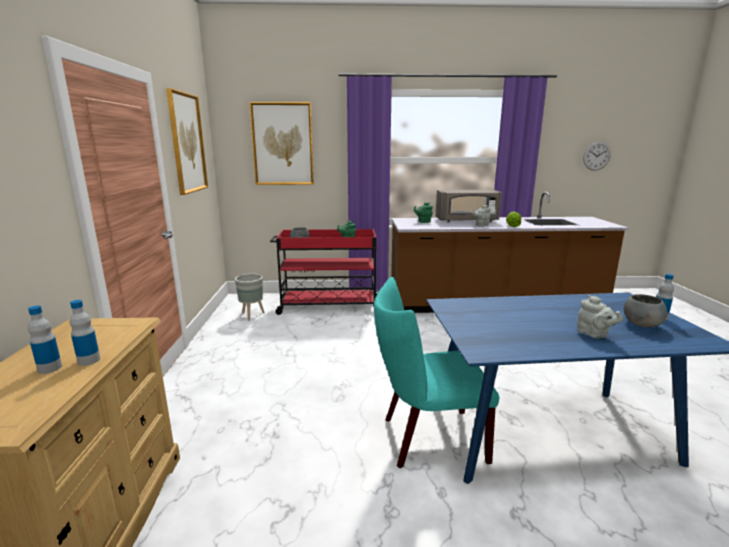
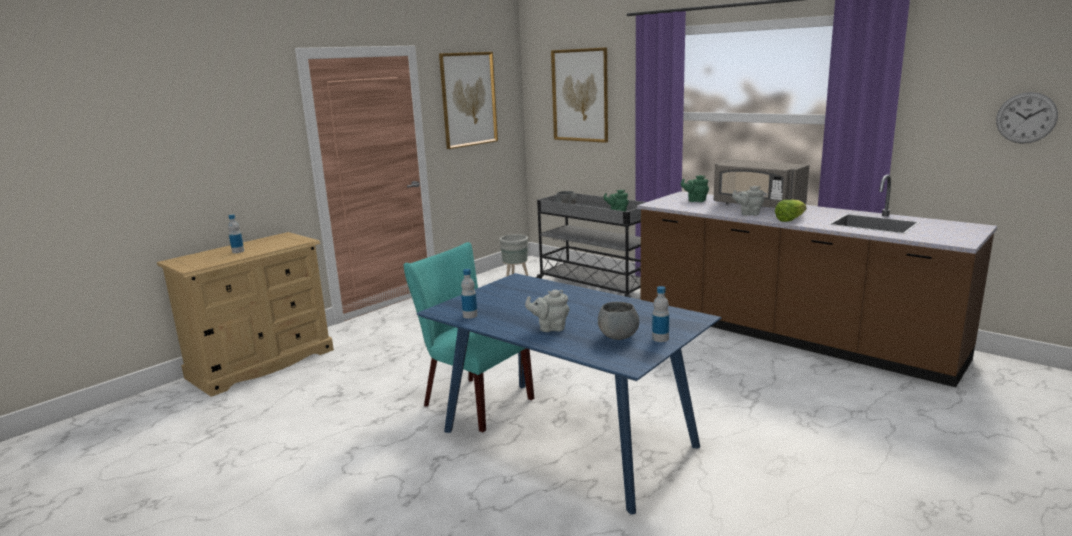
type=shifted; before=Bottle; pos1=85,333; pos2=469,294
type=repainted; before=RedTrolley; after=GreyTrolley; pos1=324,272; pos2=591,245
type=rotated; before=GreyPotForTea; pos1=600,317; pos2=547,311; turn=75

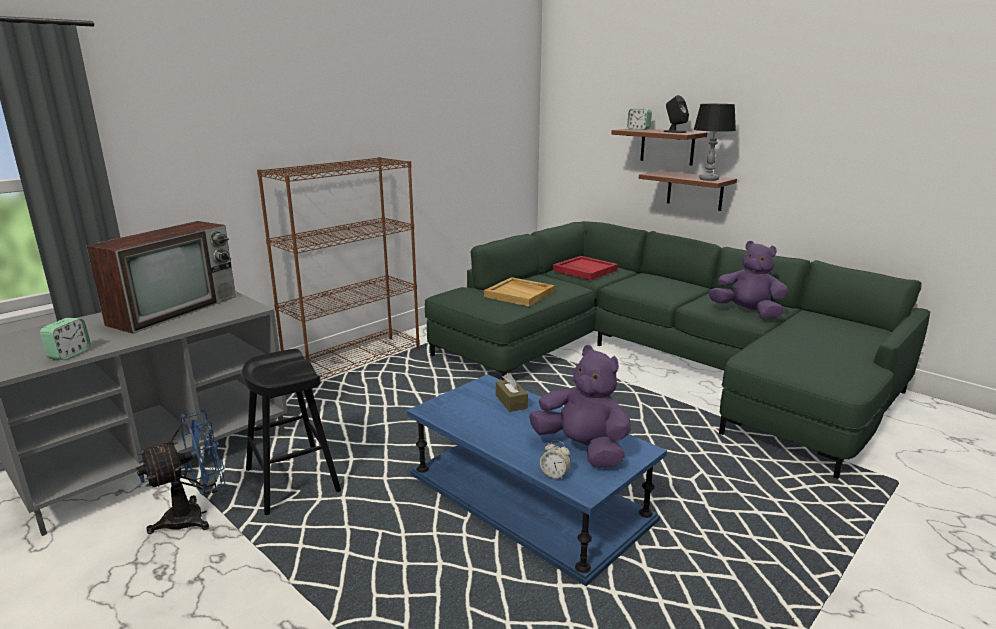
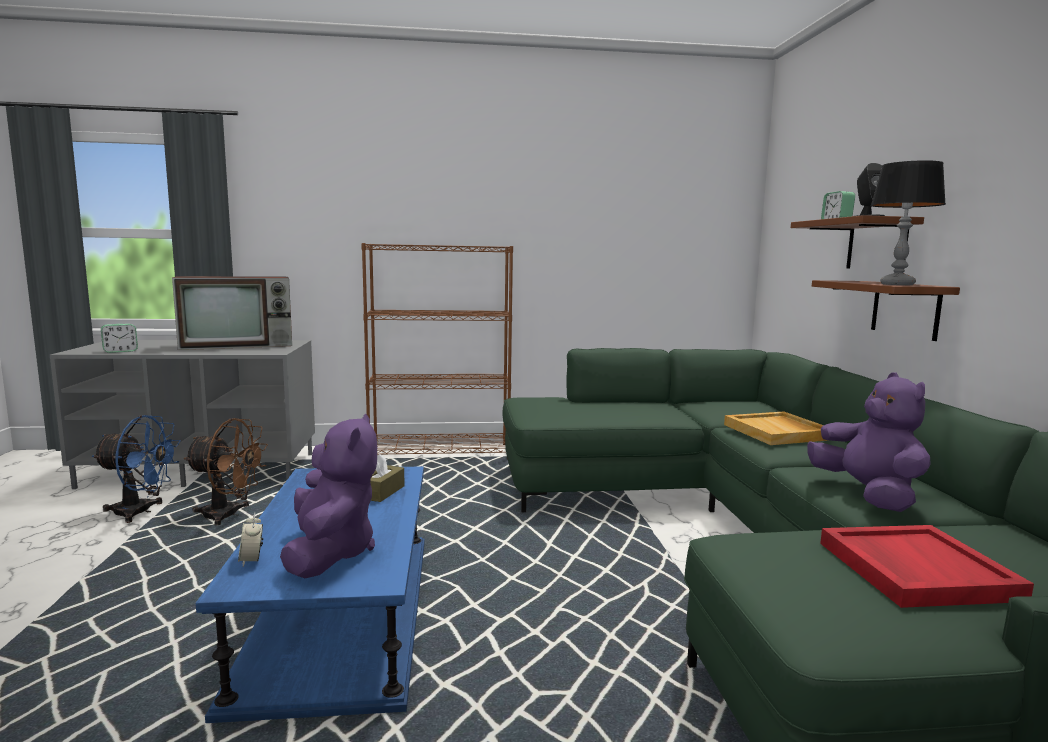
type=shifted; before=SandColouredServingTray; pos1=519,291; pos2=776,428
type=shifted; before=RedServingTray; pos1=585,268; pos2=927,566
type=swapped; before=BlackStool; after=BrownColouredFan; pos1=291,432; pos2=225,471

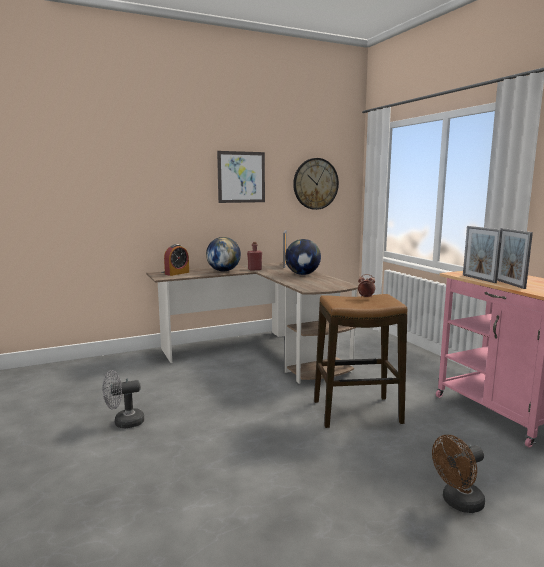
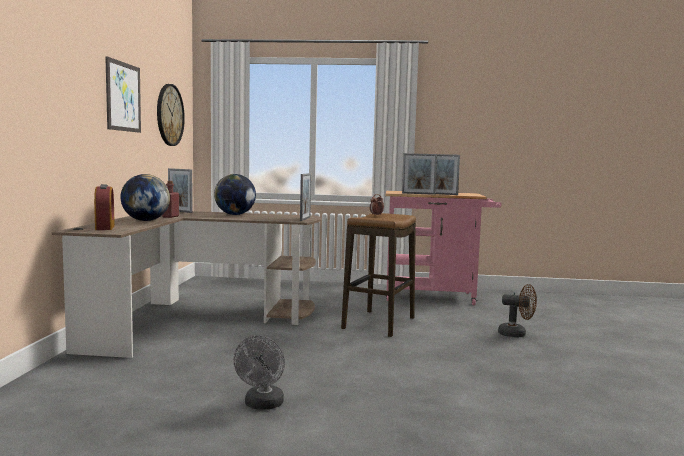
type=new; after=PhotoFrame; pos2=305,197
type=rotated; before=BrownColouredFan; pos1=458,474; pos2=517,310; turn=-75

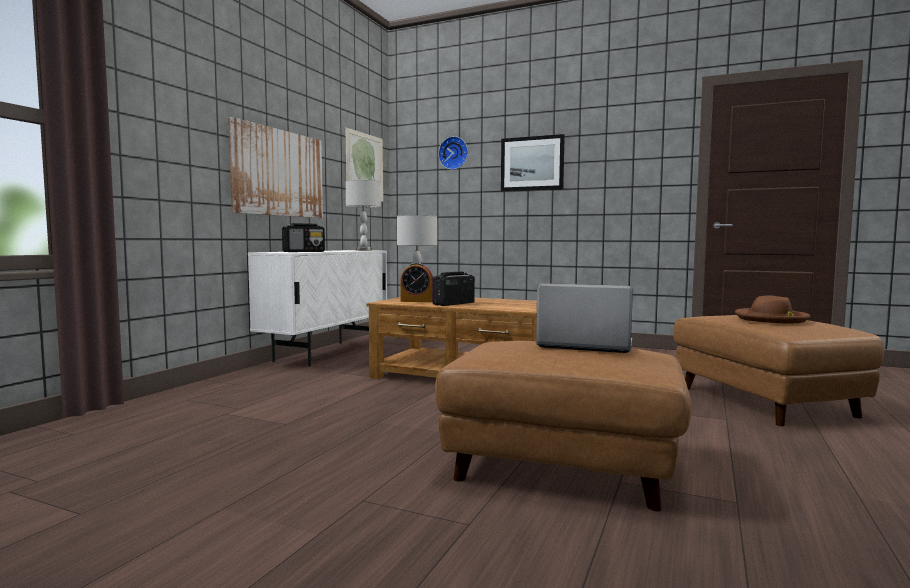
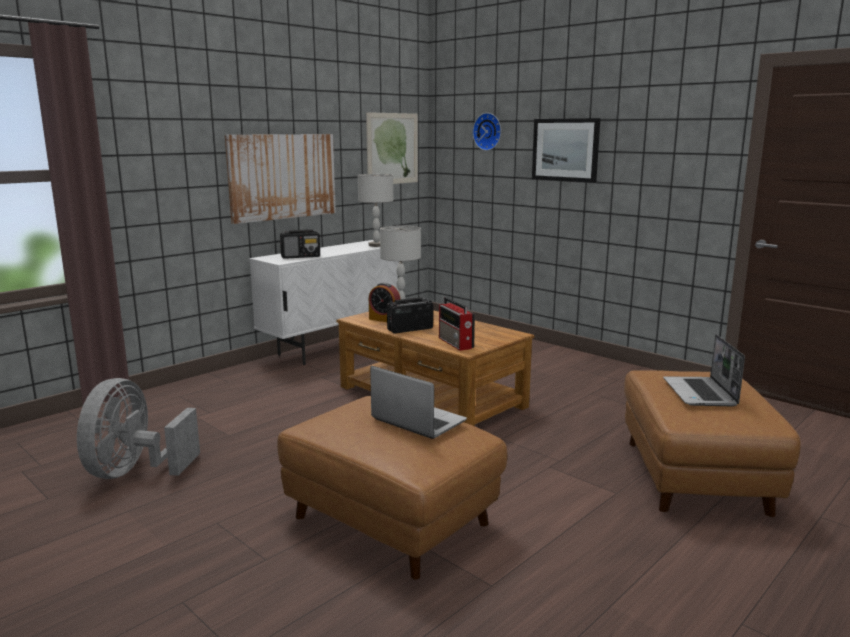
type=new; after=GreyFan; pos2=138,428
type=new; after=RadioSet; pos2=457,324
type=swapped; before=BrownColouredClothingHat; after=PortableComputer; pos1=772,309; pos2=704,370

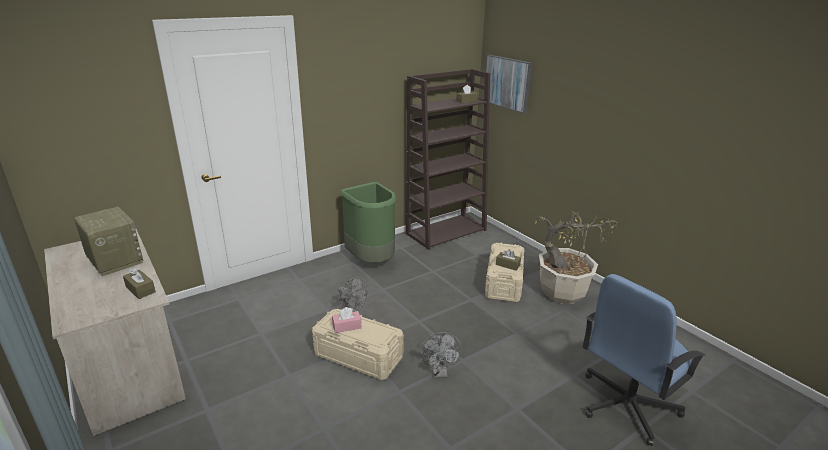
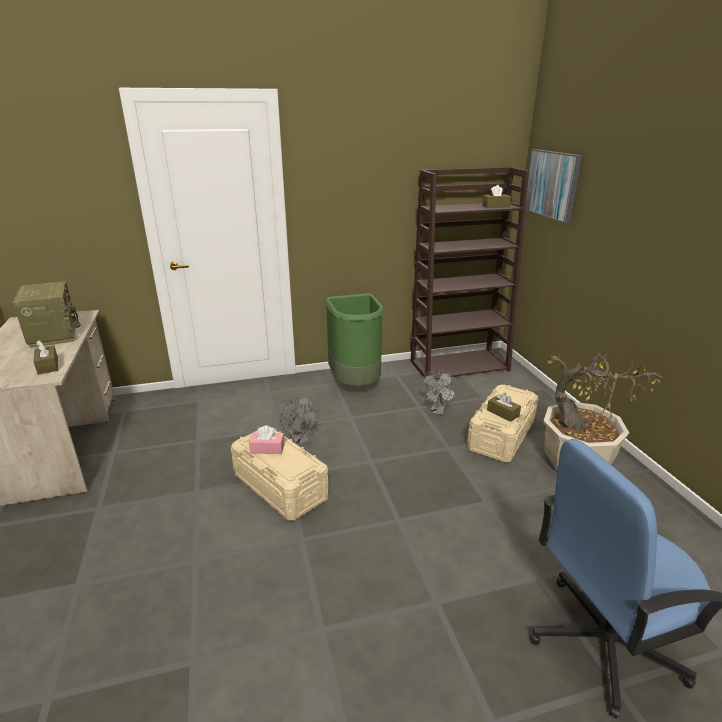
type=shifted; before=GreyFan; pos1=441,354; pos2=439,392

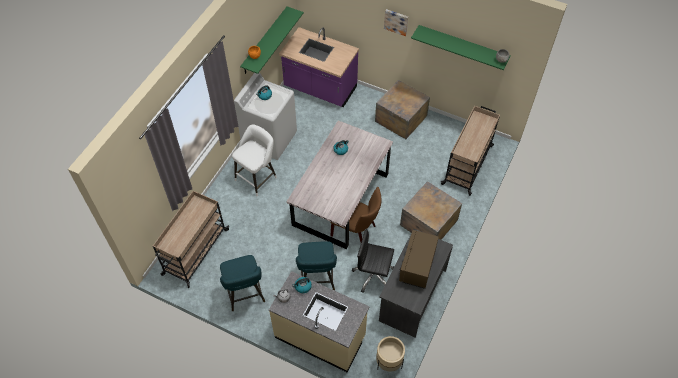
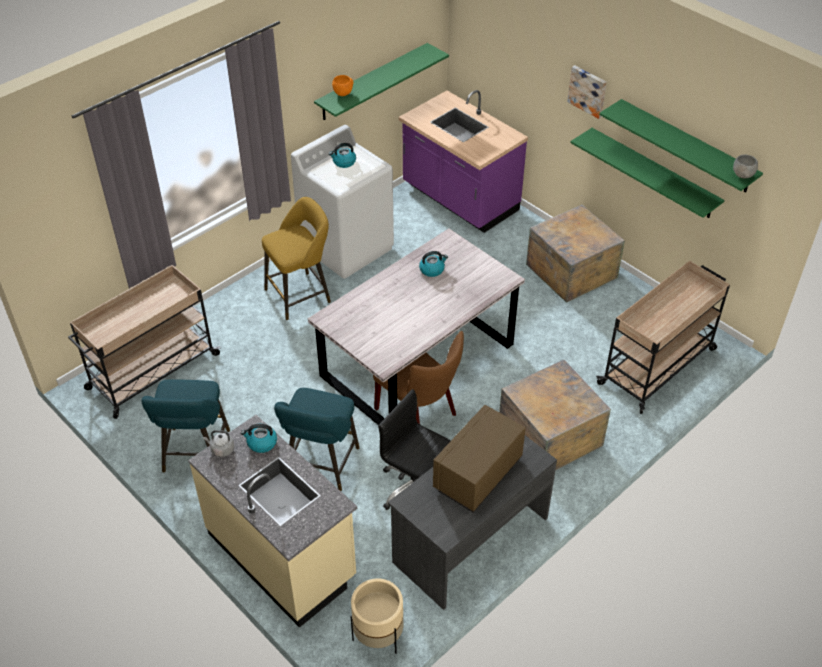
type=new; after=GreenShelf; pos2=647,173
type=repainted; before=WhiteColouredStool; after=YellowStool; pos1=254,160; pos2=296,258

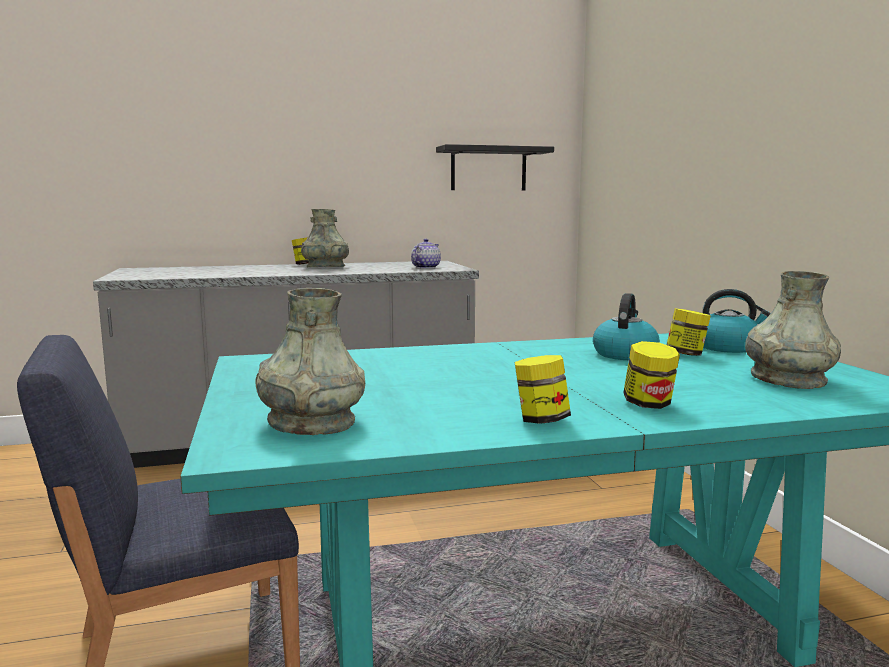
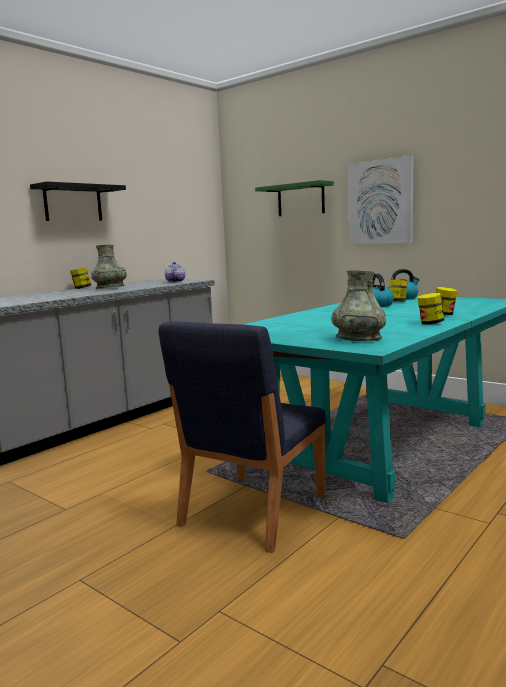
type=gone; before=GreyDecorativeVase; pos1=793,330
type=new; after=GreenShelf; pos2=294,198
type=new; after=WallPicture; pos2=380,200
type=shifted; before=BlackShelf; pos1=495,167; pos2=78,201

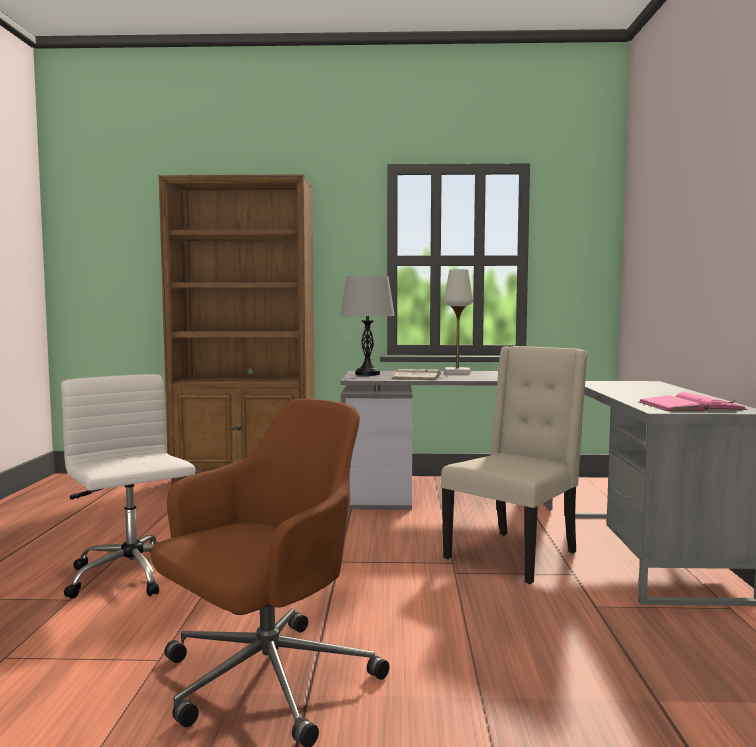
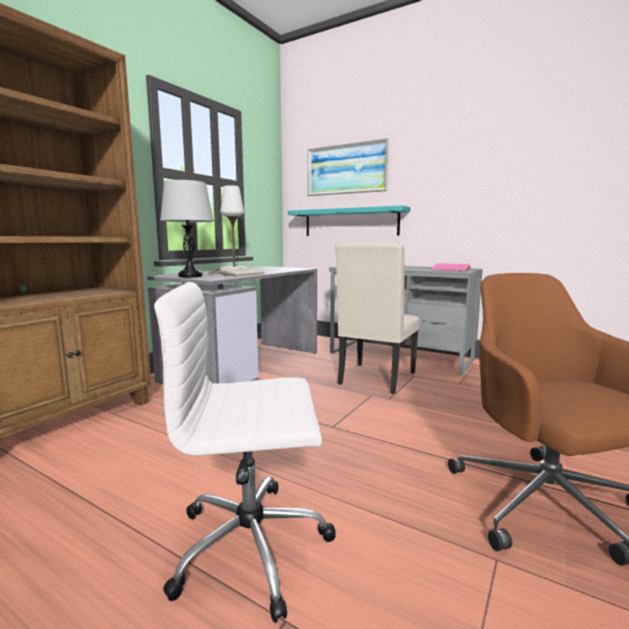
type=new; after=BlueGreenShelf; pos2=349,220
type=new; after=WallPicture; pos2=348,167
type=rotated; before=SandColouredUprightChair; pos1=514,465; pos2=377,318; turn=-135

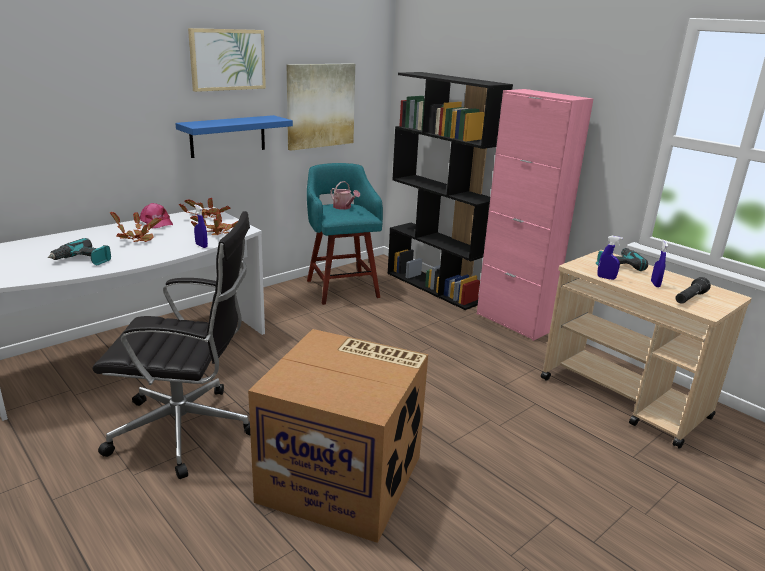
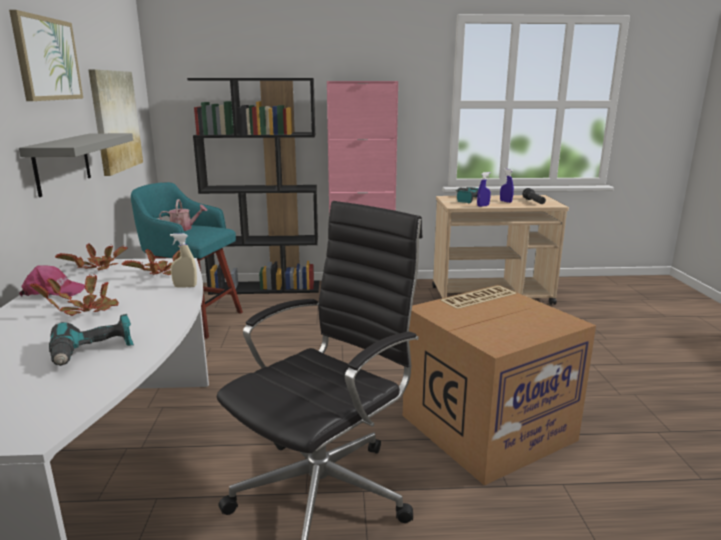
type=repainted; before=BlueColouredShelf; after=GreyShelf; pos1=234,136; pos2=76,165
type=repainted; before=BlueColouredSprayBottle; after=SandColouredSprayBottle; pos1=201,226; pos2=183,260

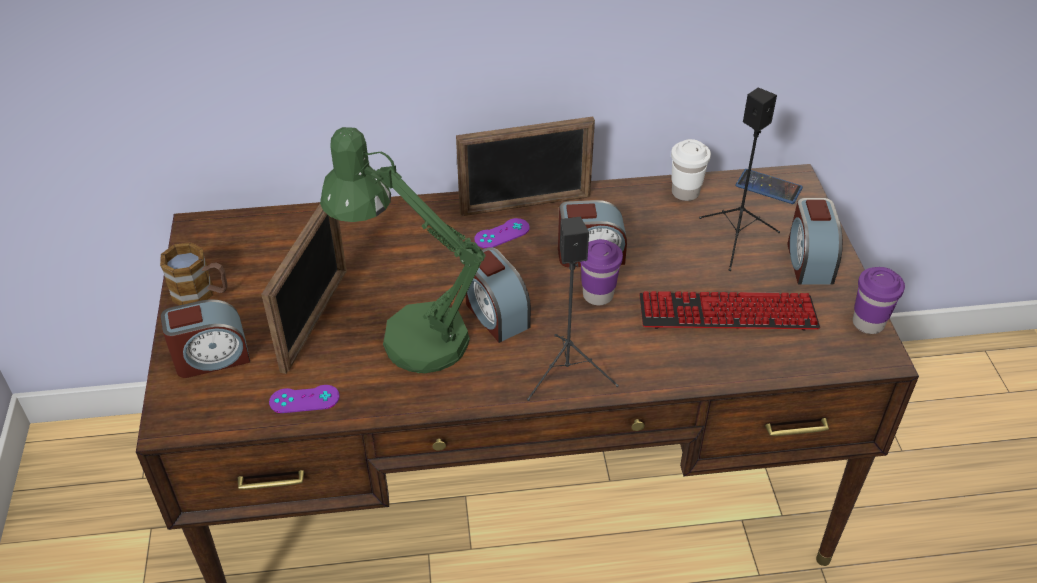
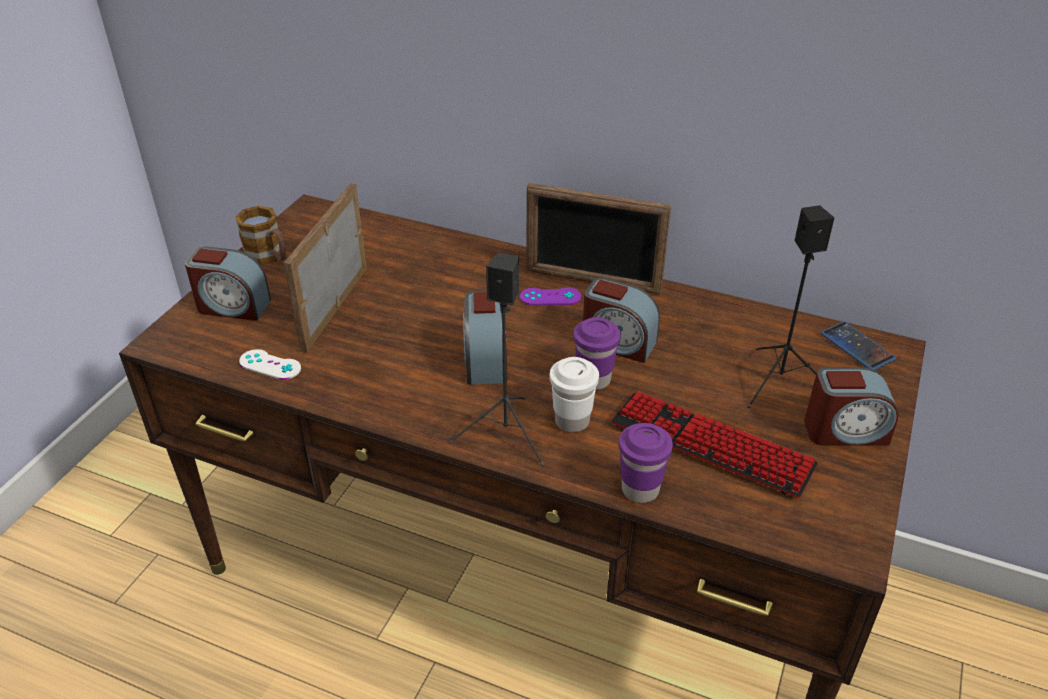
type=gone; before=GreenLampForATable; pos1=403,250
type=shifted; before=WhiteColouredCup; pos1=691,170; pos2=574,394
type=shifted; before=PurpleCup; pos1=879,300; pos2=646,463
type=repainted; before=PurpleGamepad; after=WhiteColouredGamepad; pos1=304,399; pos2=270,364
type=rotated; before=PhotoFrame; pos1=304,289; pos2=325,268; turn=150
type=rotated; before=AlarmClock; pos1=815,241; pos2=851,406; turn=-120

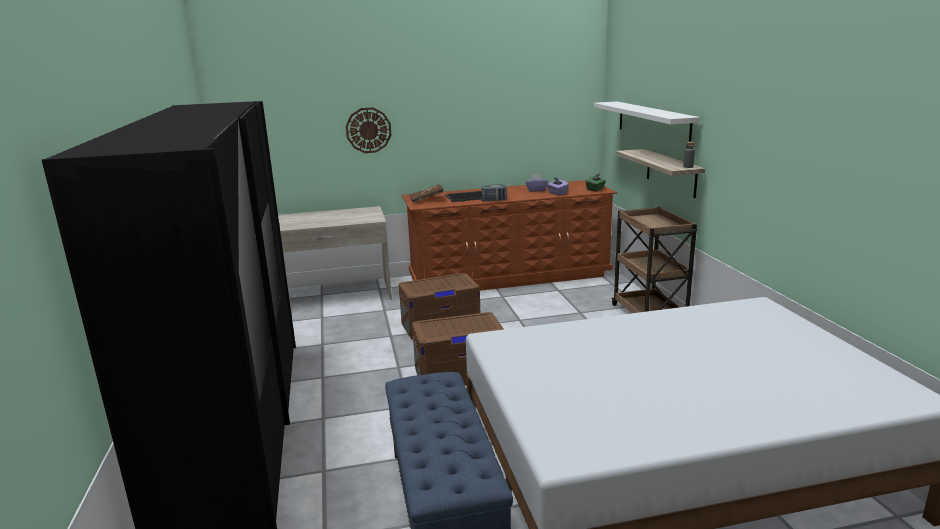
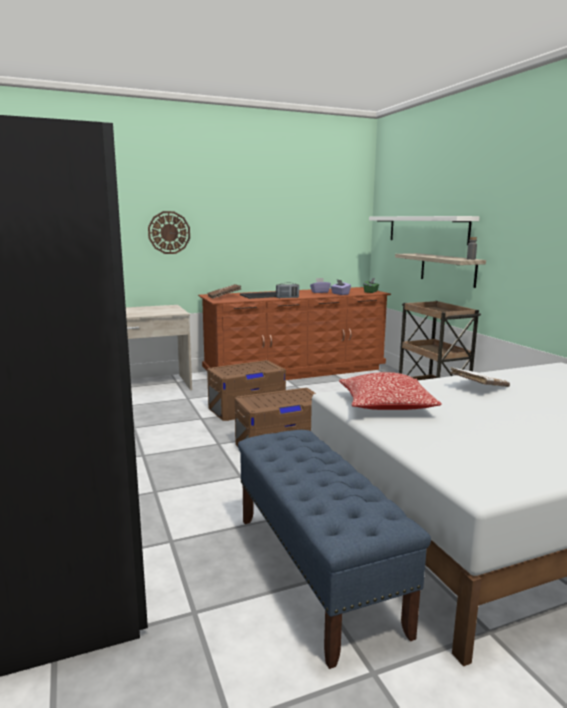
type=new; after=Pillow; pos2=390,391
type=new; after=WhiteColouredBook; pos2=480,377

